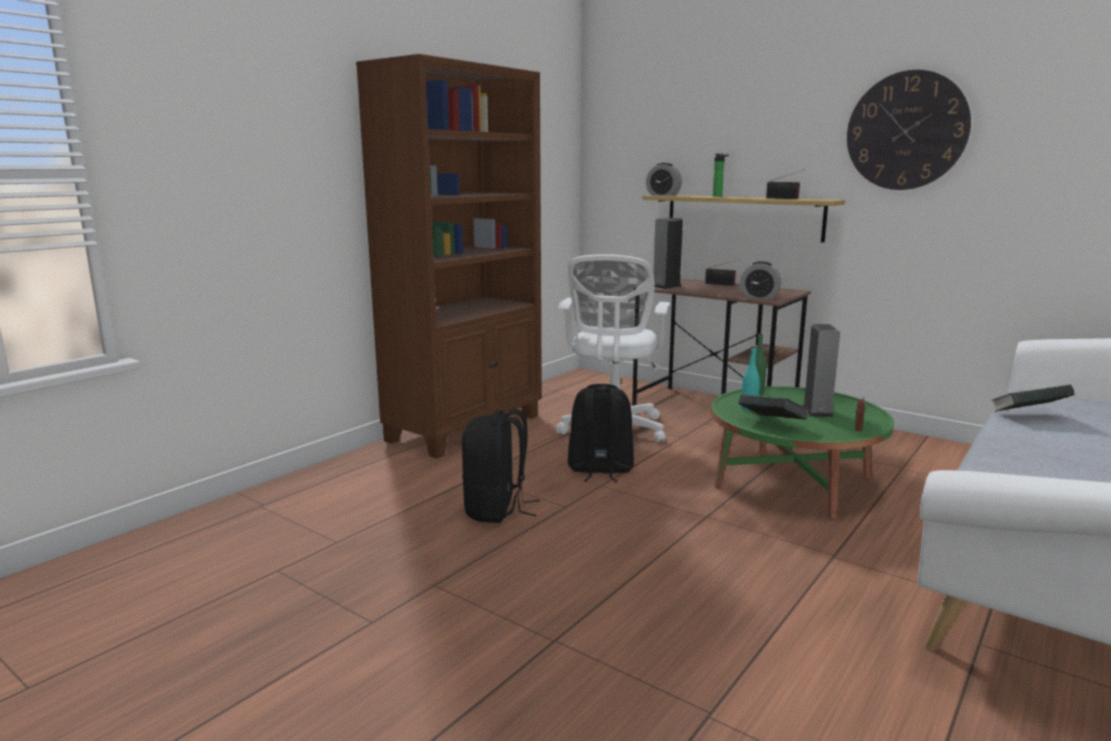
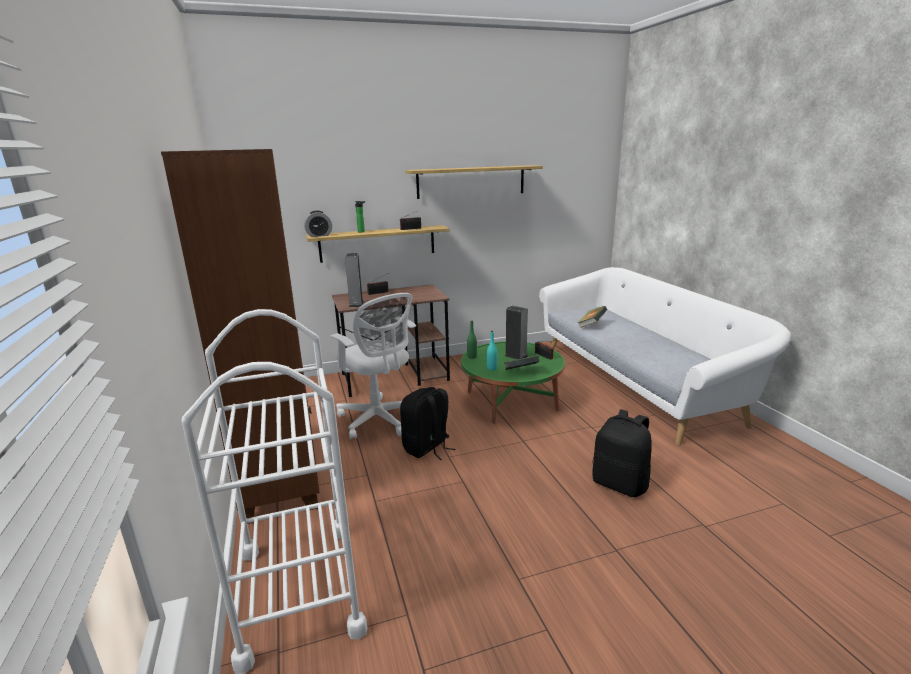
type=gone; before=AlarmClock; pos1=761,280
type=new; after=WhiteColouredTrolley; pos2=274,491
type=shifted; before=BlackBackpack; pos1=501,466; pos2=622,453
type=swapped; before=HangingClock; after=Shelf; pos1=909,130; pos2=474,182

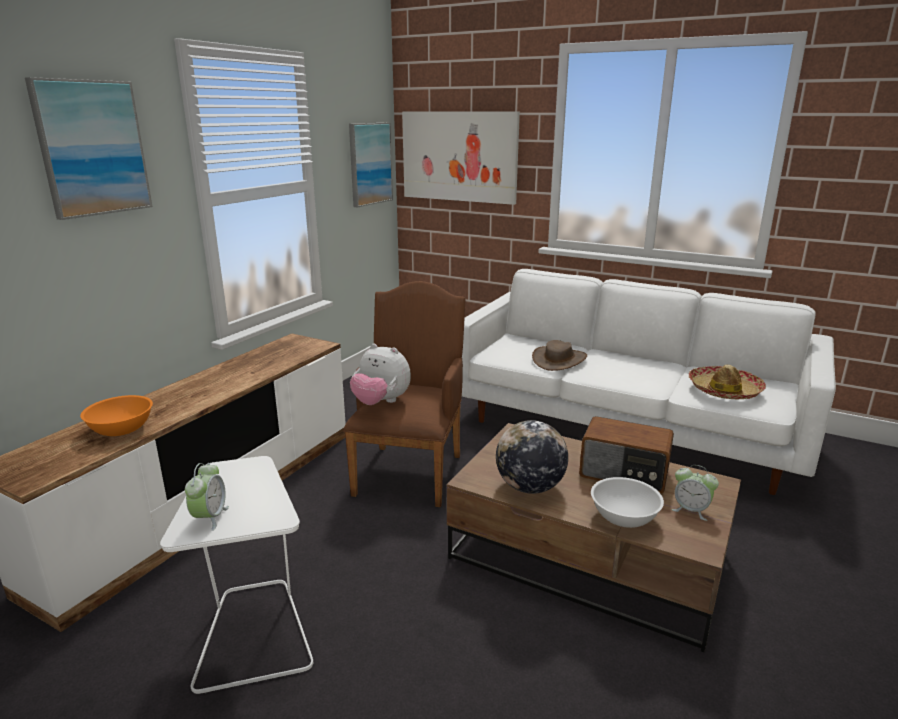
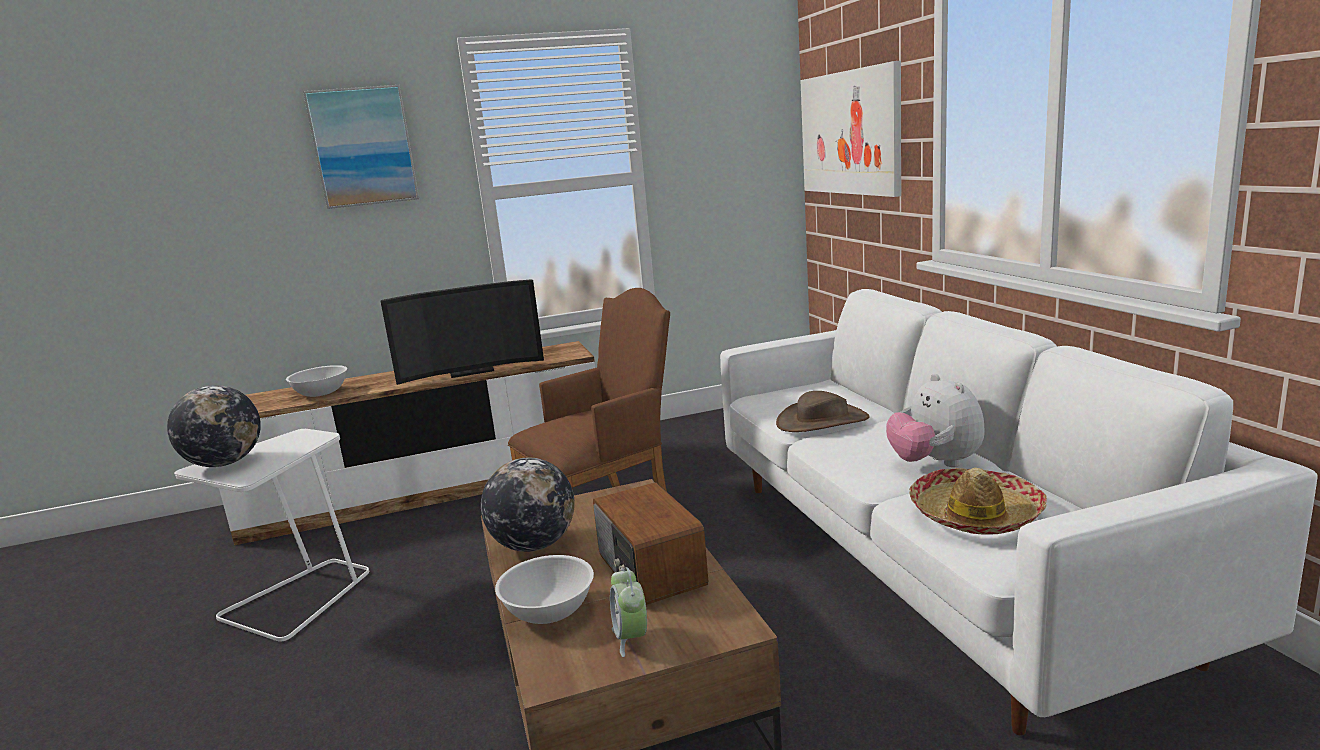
type=gone; before=WallPicture; pos1=371,165
type=new; after=Tv; pos2=462,332
type=shifted; before=PlushToy; pos1=380,374; pos2=935,420
type=swapped; before=AlarmClock; after=DeskGlobe; pos1=207,497; pos2=214,426
type=repainted; before=OrangeyDeepDish; after=WhiteColouredDeepDish; pos1=116,415; pos2=316,381

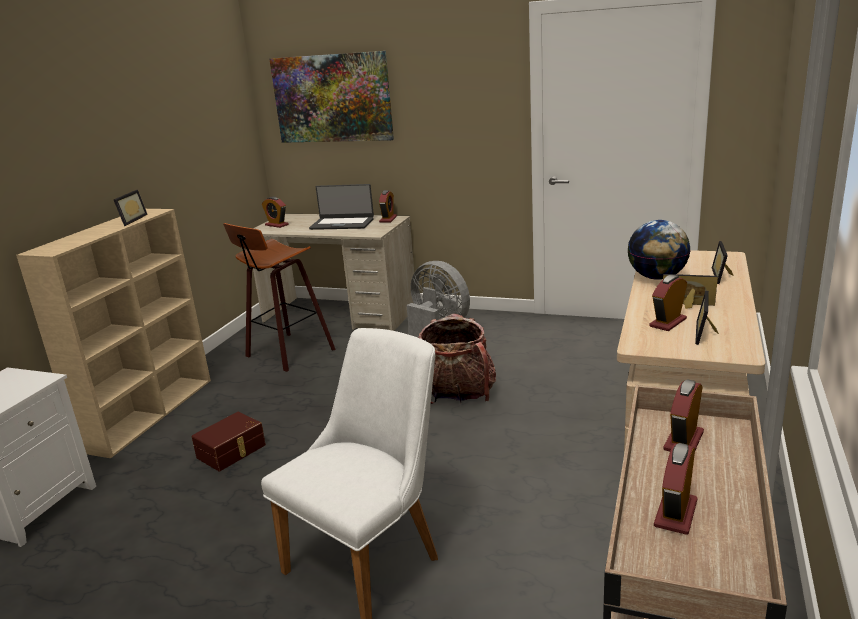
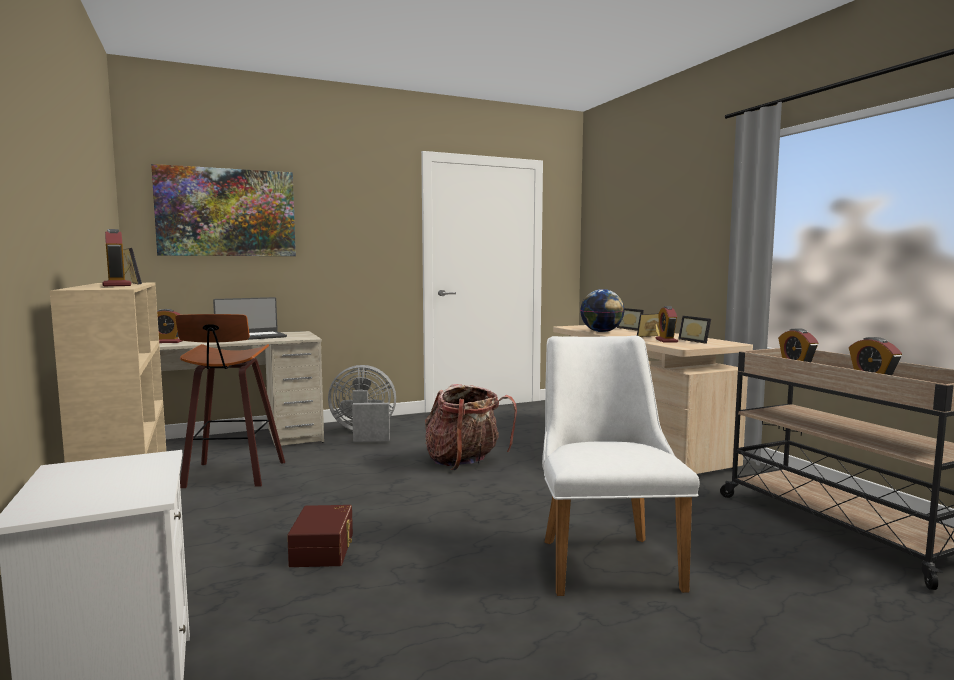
type=shifted; before=AlarmClock; pos1=388,206; pos2=116,257

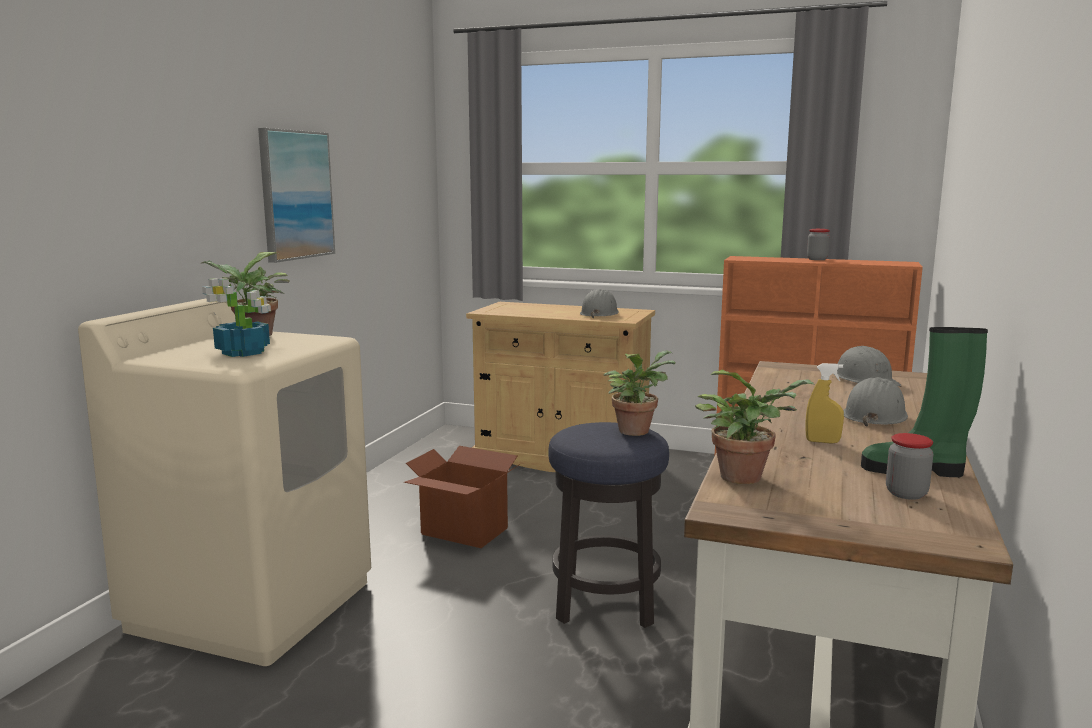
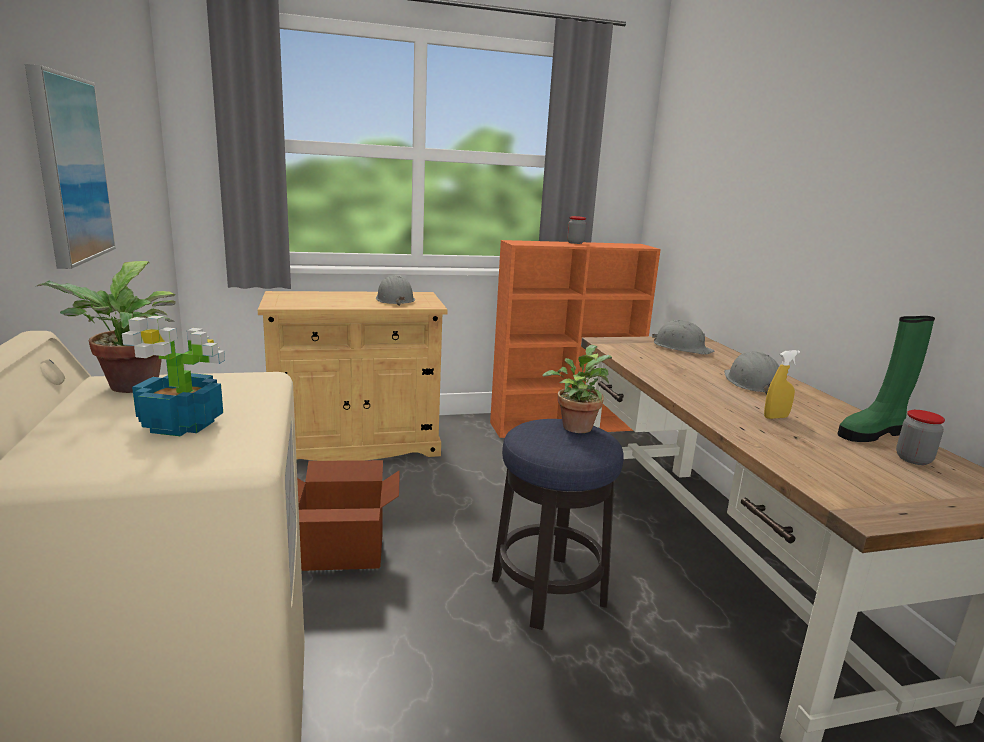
type=gone; before=PlantInAPot; pos1=755,427

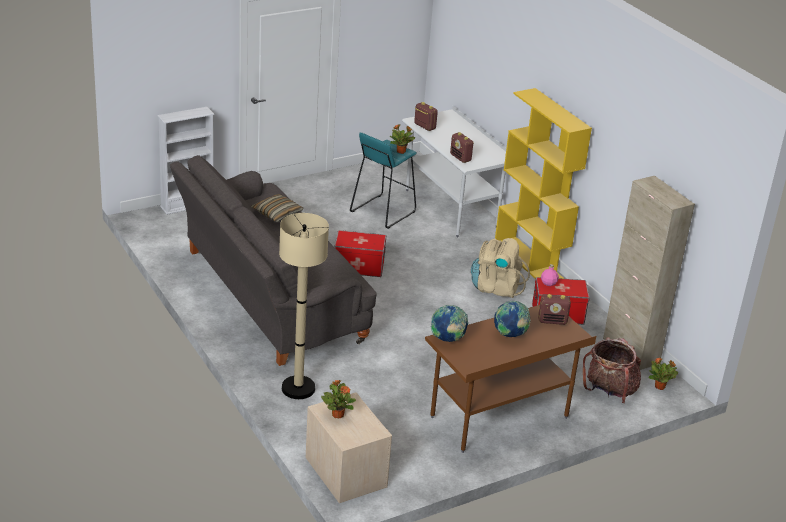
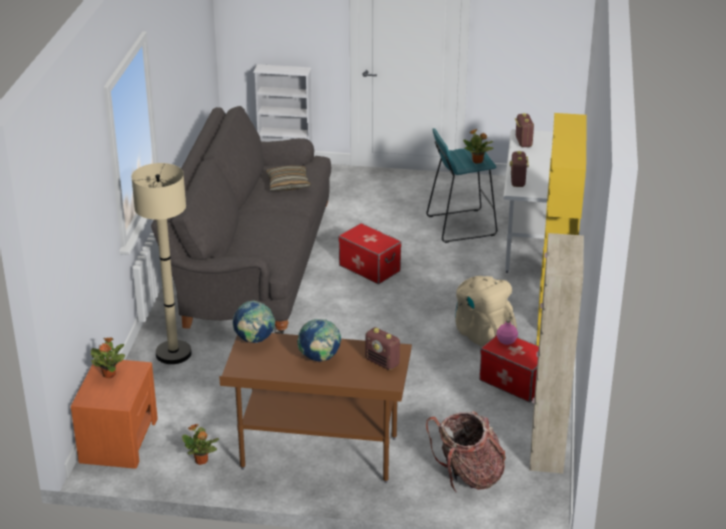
type=shifted; before=PlantInAPot; pos1=663,373; pos2=200,444
type=repainted; before=SandColouredNightTable; after=OrangeyNightTable; pos1=349,448; pos2=114,413

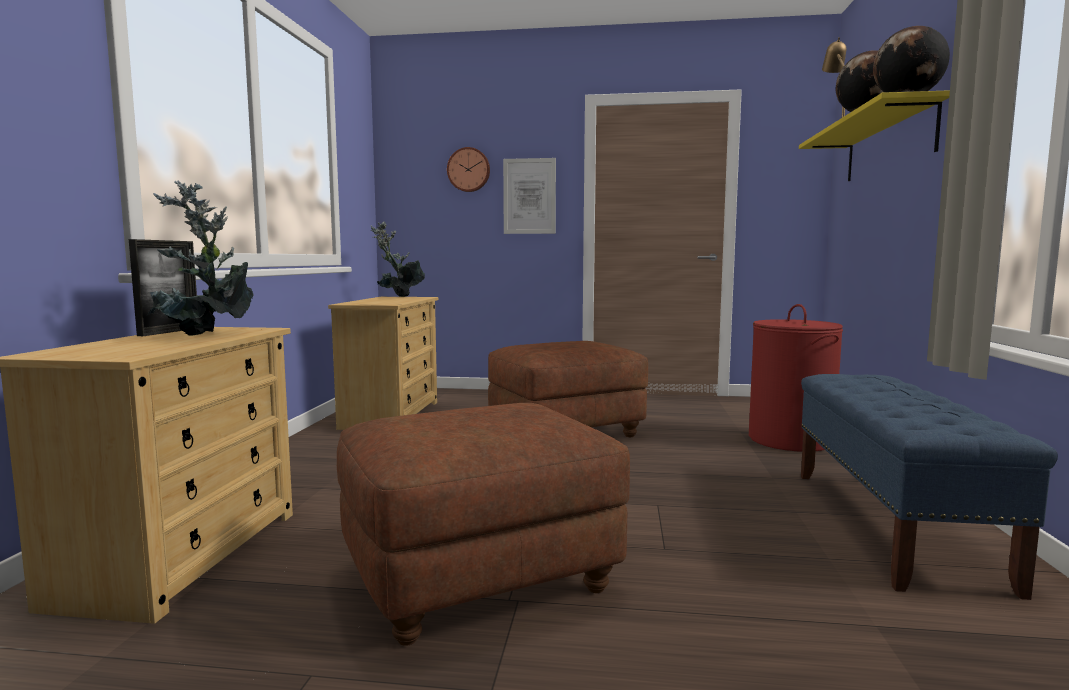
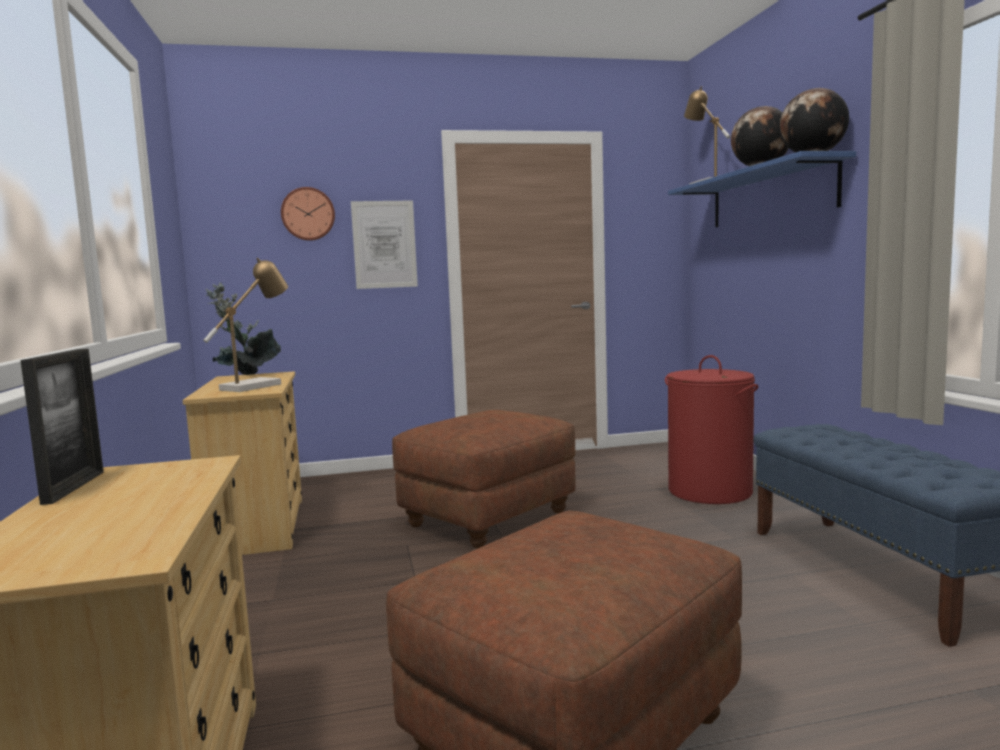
type=gone; before=PlantInAPot; pos1=200,258
type=new; after=LampForATable; pos2=245,325
type=repainted; before=YellowShelf; after=BlueColouredShelf; pos1=874,135; pos2=762,189

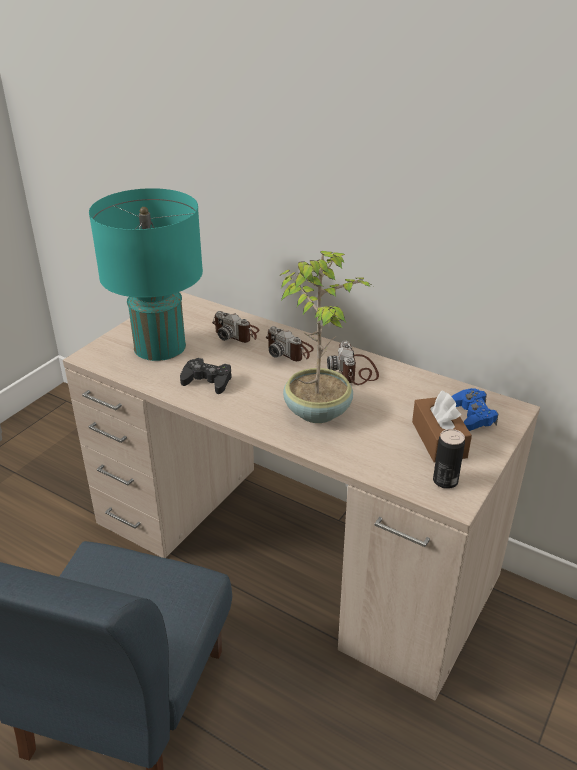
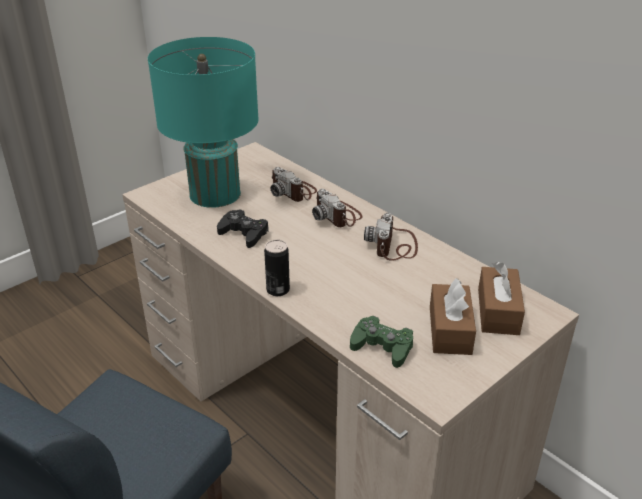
type=gone; before=PlantInAPot; pos1=326,337
type=new; after=GreenGamepad; pos2=381,342
type=shifted; before=MetalCan; pos1=449,459; pos2=277,268
type=swapped; before=BlueColouredGamepad; after=BrownColouredTissueHolder; pos1=474,409; pos2=501,298

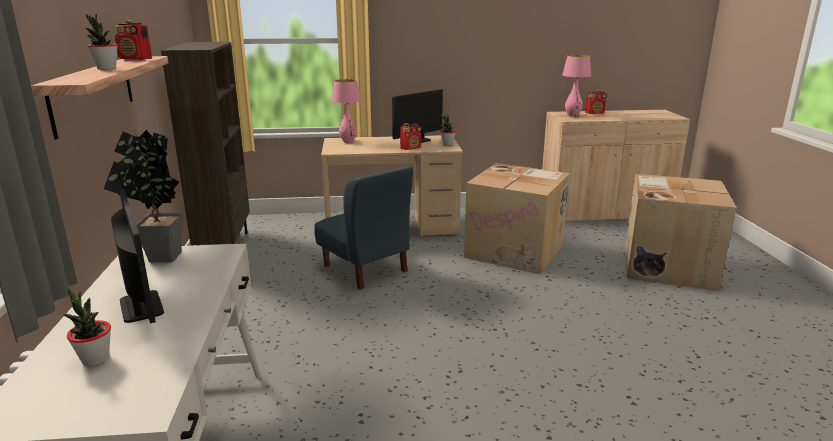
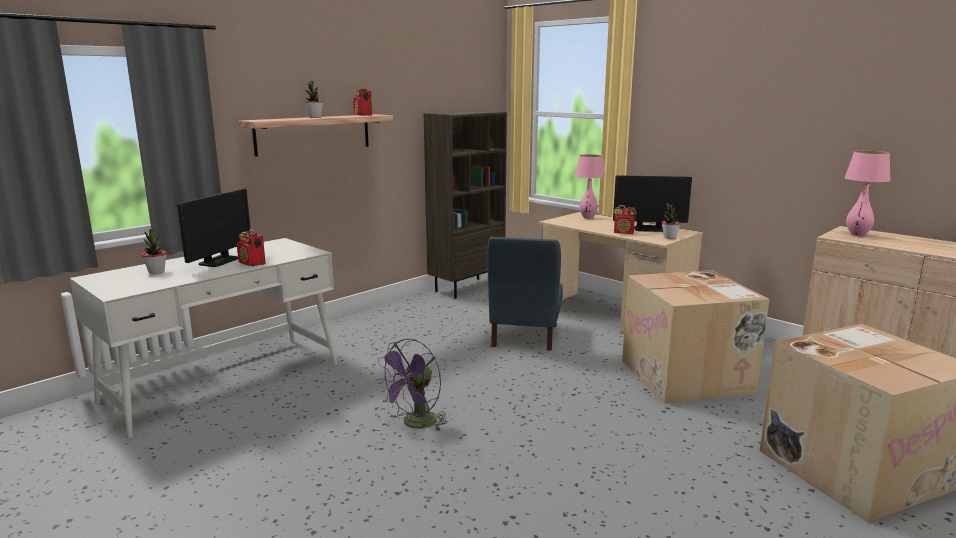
type=gone; before=PlantInAPot; pos1=143,196
type=new; after=PurpleFan; pos2=411,384
type=shifted; before=RadioSet; pos1=596,102; pos2=251,247

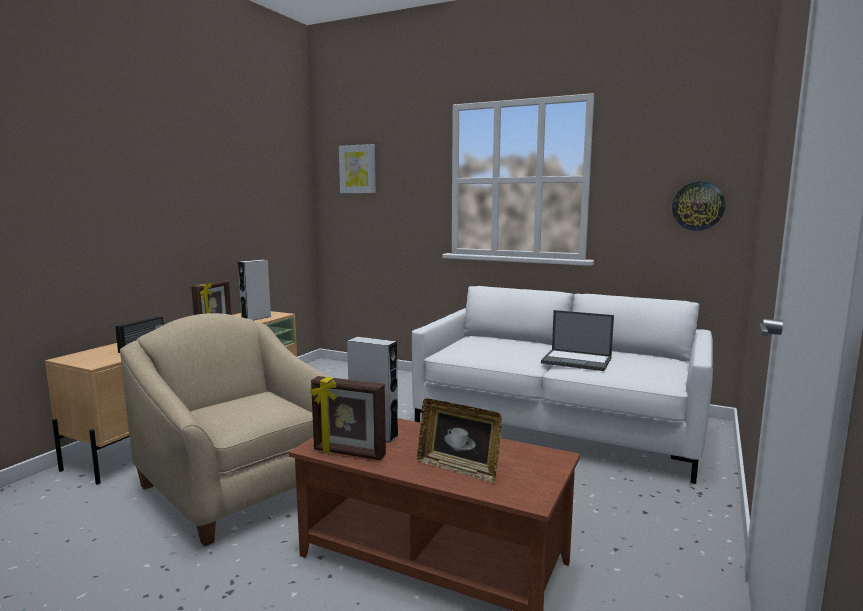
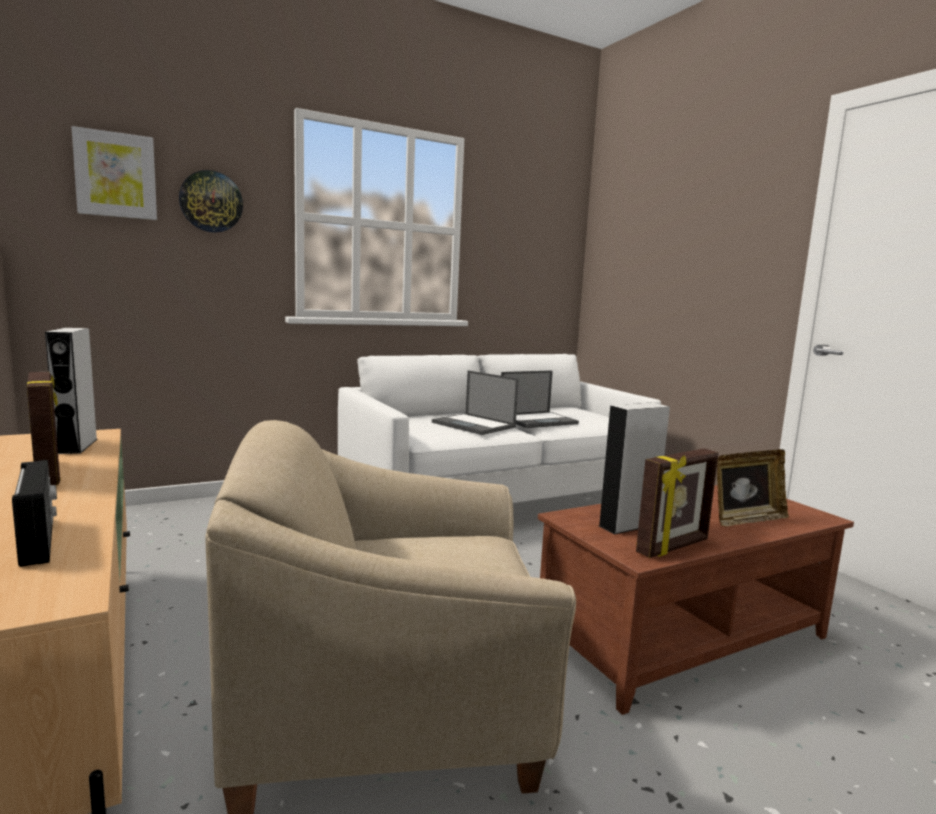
type=new; after=PortableComputer; pos2=475,402
type=shifted; before=HangingClock; pos1=698,206; pos2=211,201

